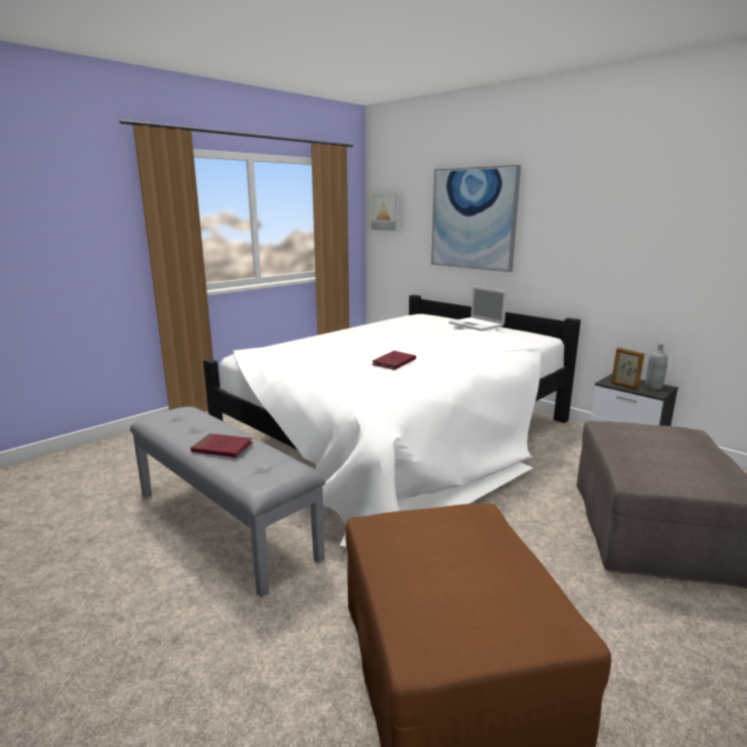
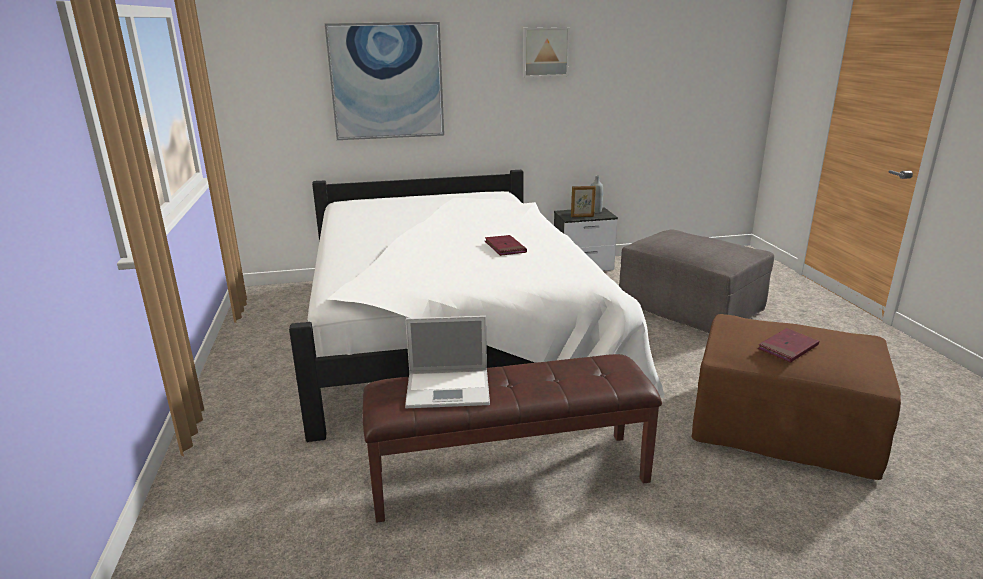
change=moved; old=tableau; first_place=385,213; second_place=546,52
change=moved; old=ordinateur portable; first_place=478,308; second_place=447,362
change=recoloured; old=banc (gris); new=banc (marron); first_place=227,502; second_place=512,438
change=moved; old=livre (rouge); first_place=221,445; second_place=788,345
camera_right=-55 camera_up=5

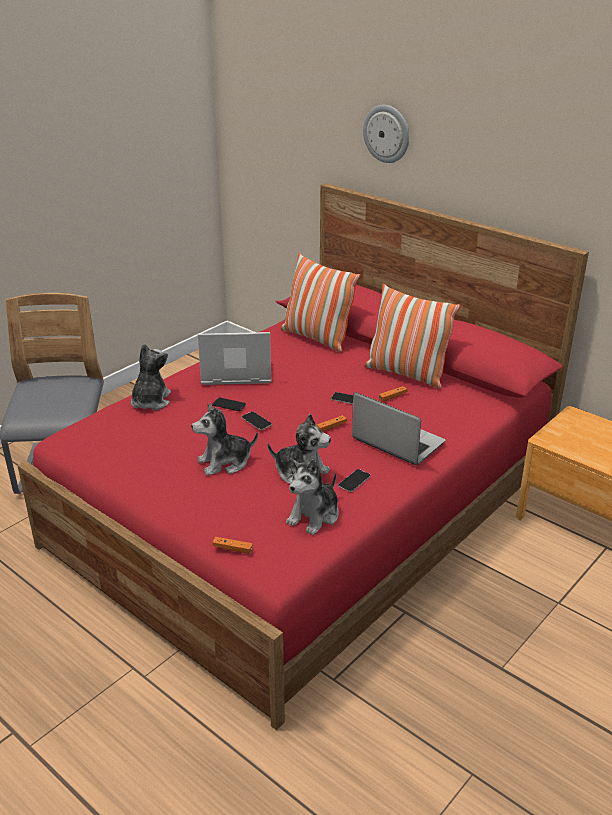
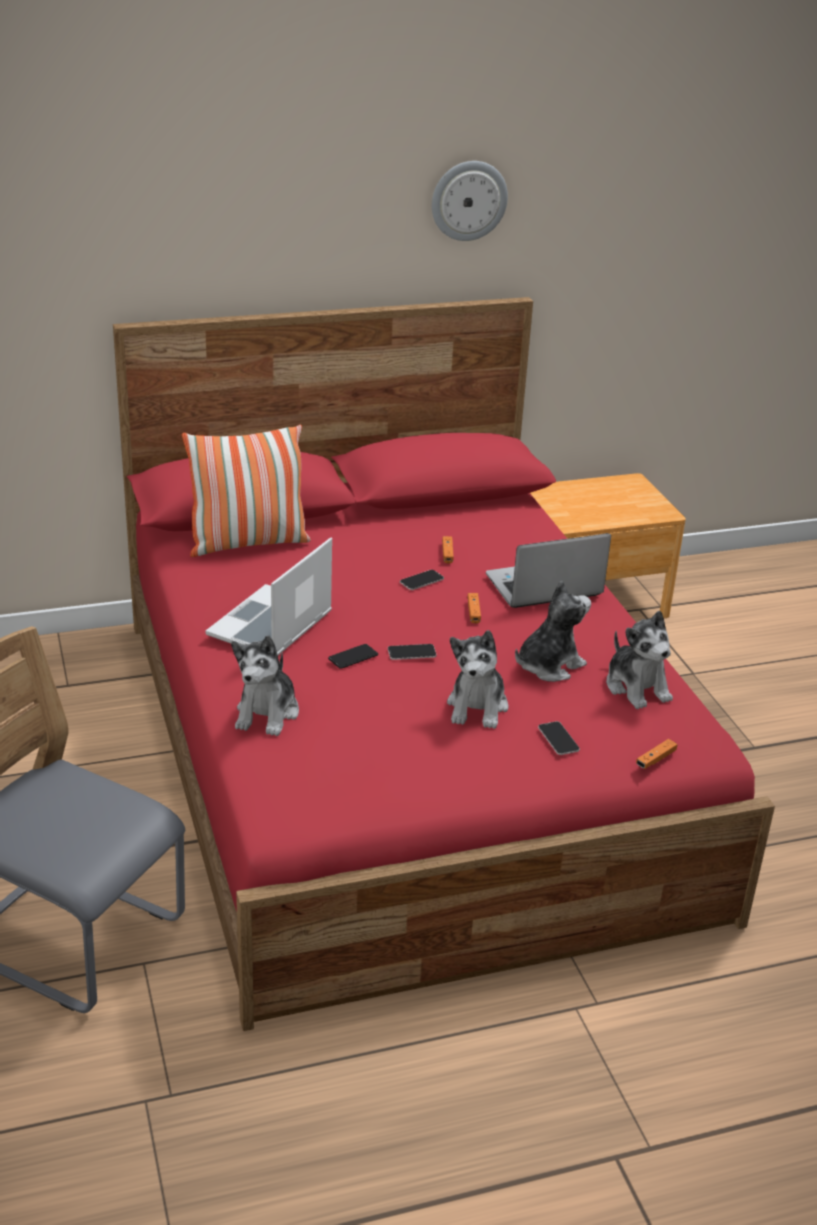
change=moved; old=horloge murale; first_place=386,134; second_place=470,201
change=removed; old=coussin; first_place=412,336
change=turned; old=peluche; first_place=151,376; second_place=265,685; degrees=-120
change=moved; old=téléphone; first_place=354,480; second_place=559,738
camera_right=-60 camera_up=0

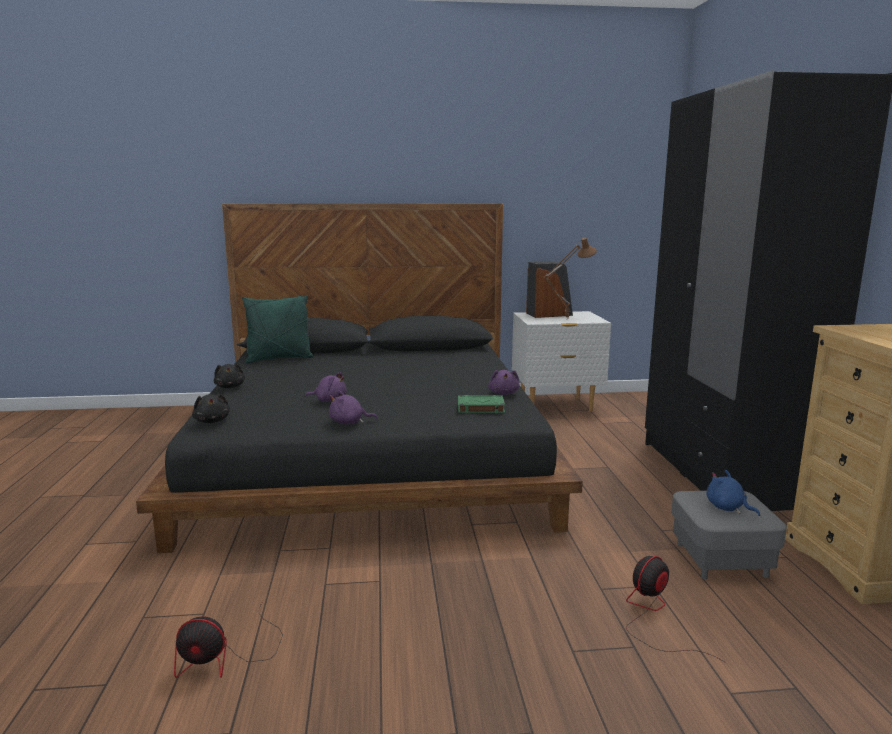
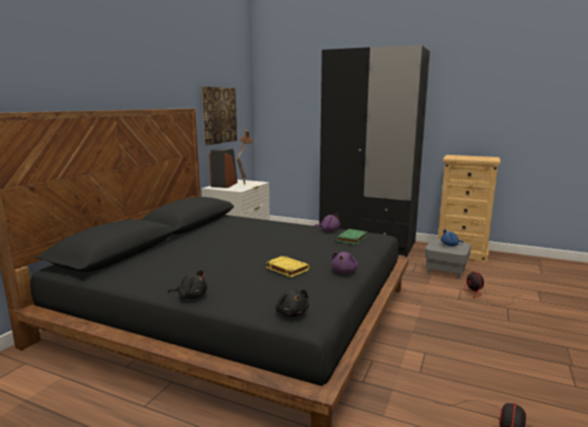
change=removed; old=coussin (vert); first_place=277,329
change=replaced; old=peluche (violet); new=livre (jaune); first_place=326,387; second_place=287,266
change=turned; old=peluche (noir); first_place=211,408; second_place=292,303; degrees=60
change=added; new=tableau; second_place=219,116
camera_right=-60 camera_up=0

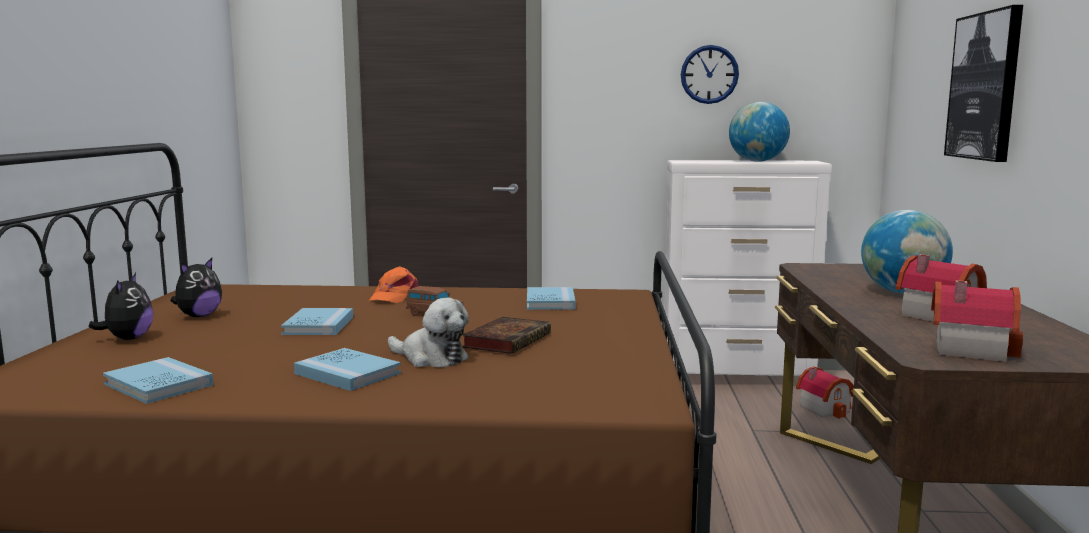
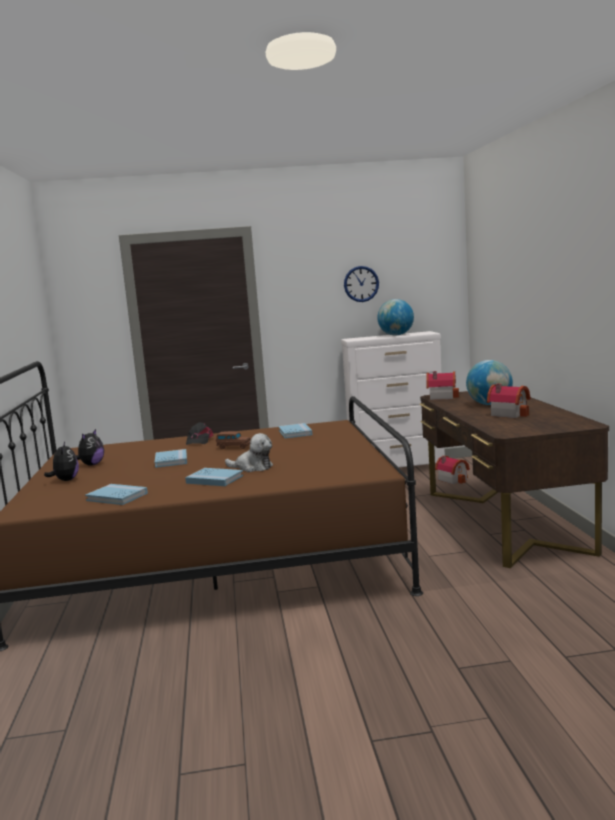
change=removed; old=tableau; first_place=983,83
change=recoloured; old=casquette (orange); new=casquette (noir); first_place=393,284; second_place=200,433
change=moved; old=maison miniature; first_place=977,321; second_place=442,385
change=removed; old=livre; first_place=506,335
camera_right=-10 camera_up=0

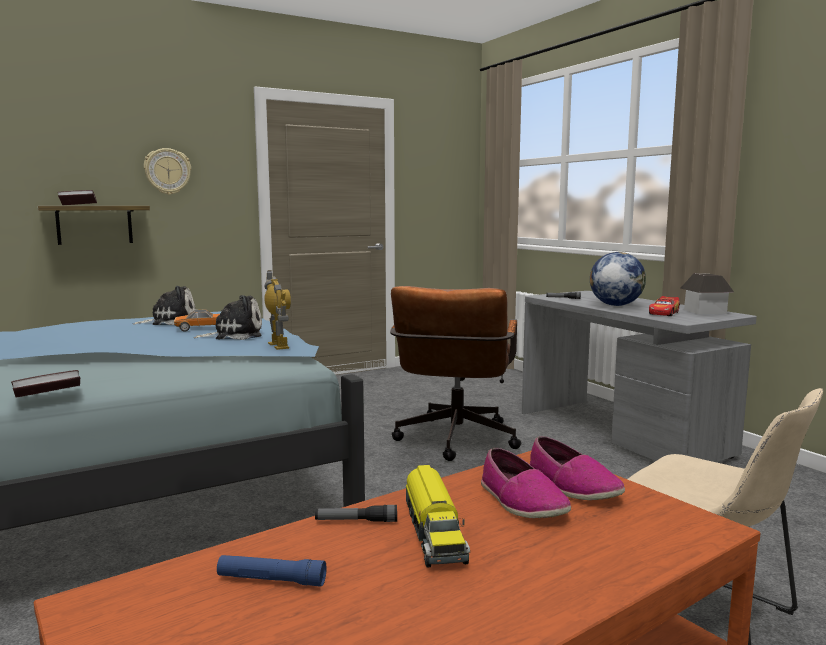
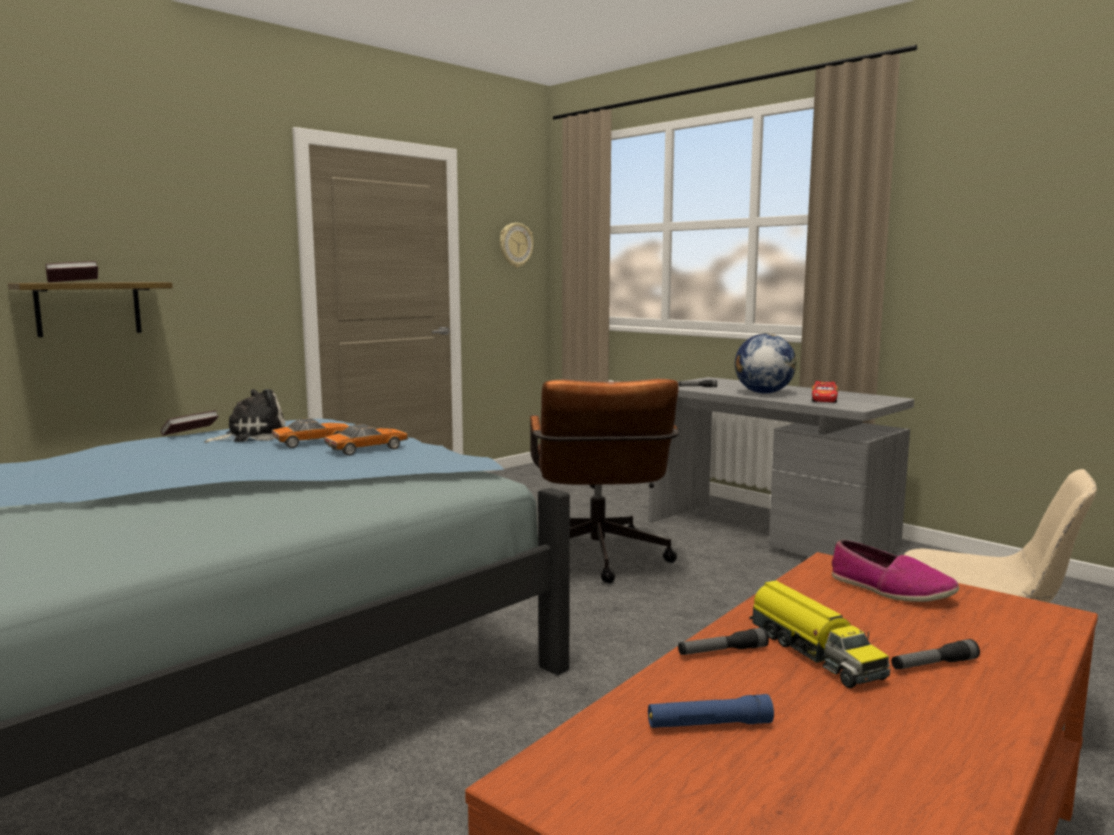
change=moved; old=horloge murale; first_place=167,171; second_place=517,245
change=removed; old=robot jouet; first_place=277,310
change=removed; old=maison miniature; first_place=708,293
change=replaced; old=peluche; new=petite voiture; first_place=228,317; second_place=366,440
change=moved; old=livre; first_place=45,384; second_place=190,422
change=removed; old=chaussure; first_place=526,483
change=added; new=lampe de poche; second_place=935,654
camera_right=-15 camera_up=0

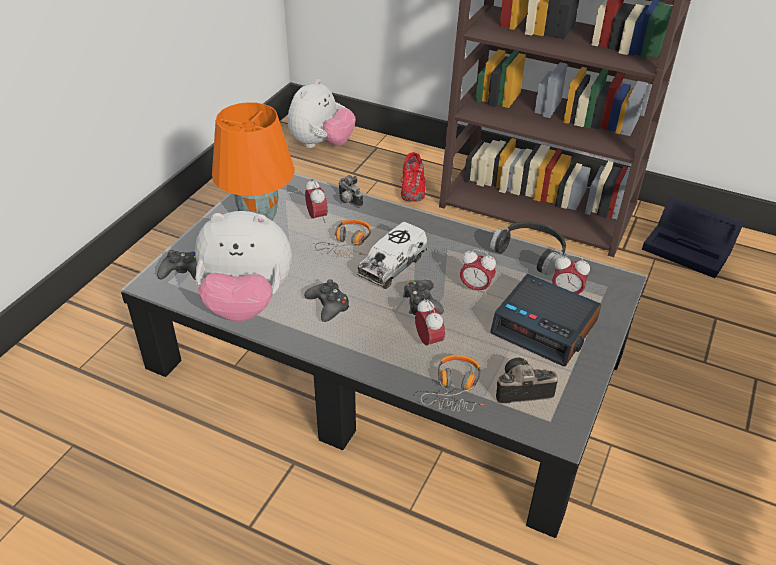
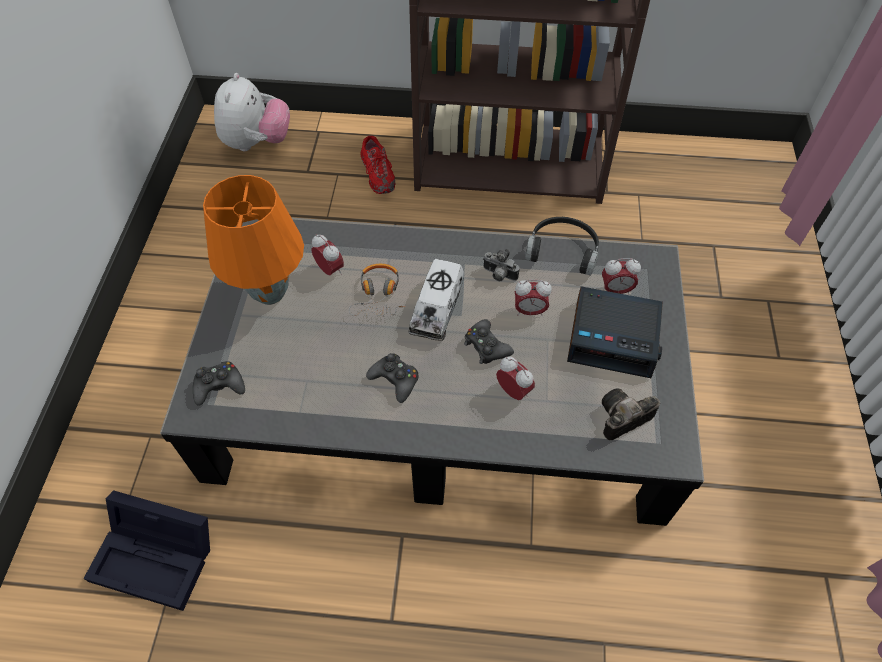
change=moved; old=appareil photo; first_place=350,191; second_place=501,265
change=moved; old=boîte de rangement (noir); first_place=693,237; second_place=146,550
change=removed; old=peluche; first_place=243,266
change=removed; old=casque audio; first_place=453,383
camera_right=-20 camera_up=15

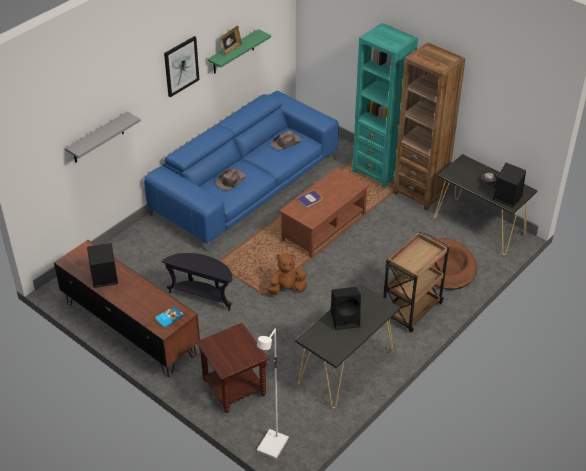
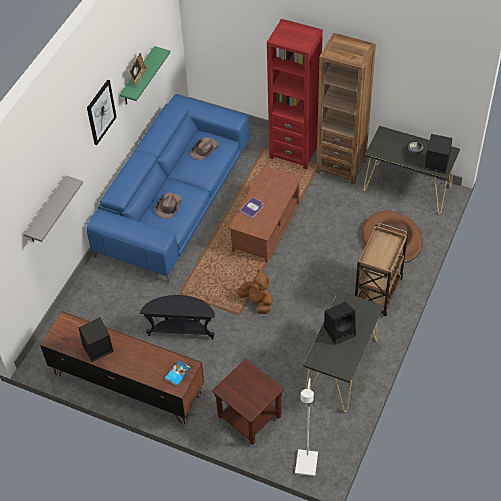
change=recoloured; old=bibliothèque (turquoise); new=bibliothèque (rouge); first_place=385,105; second_place=295,94
change=turned; old=peluche (marron); first_place=287,274; second_place=255,292; degrees=75
camera_right=-15 camera_up=10

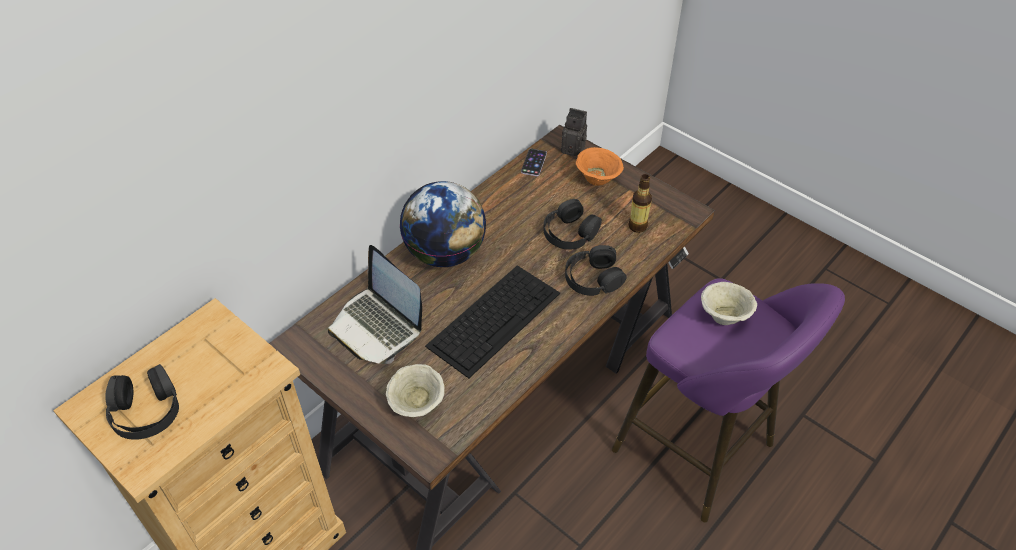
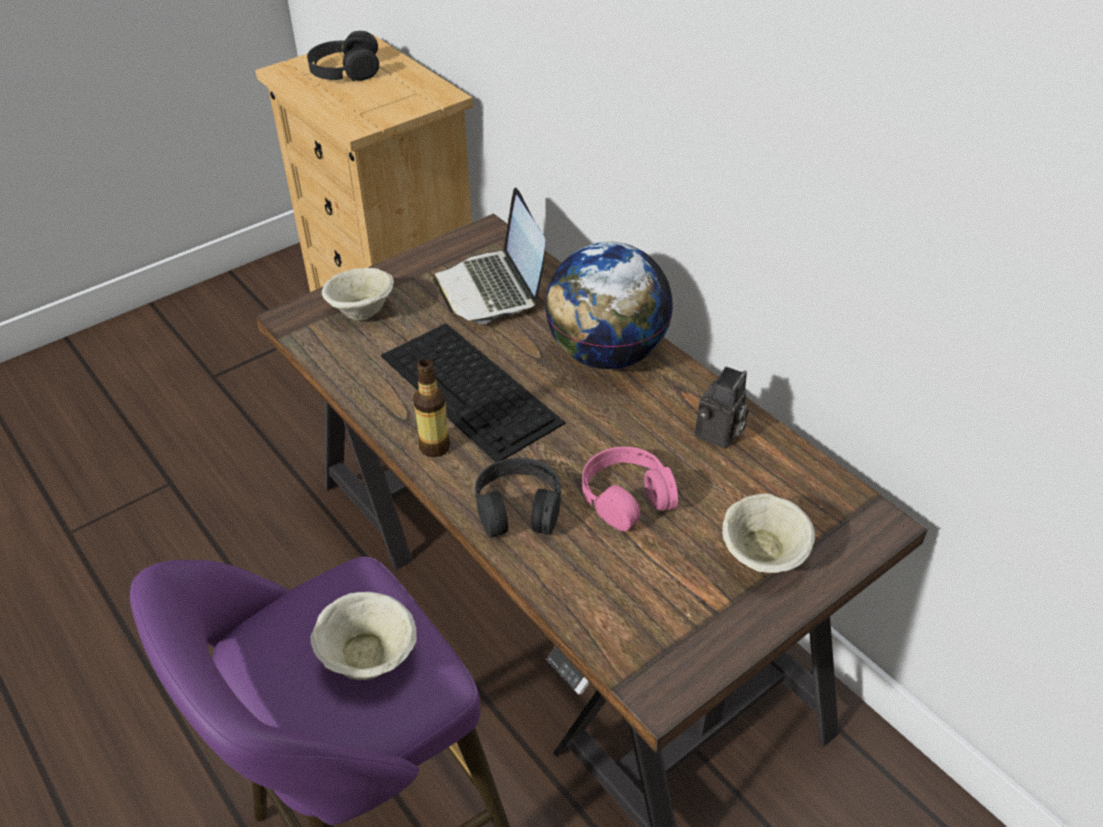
change=moved; old=appareil photo; first_place=574,132; second_place=722,407
change=recoloured; old=bol (orange); new=bol (beige); first_place=600,166; second_place=768,533
change=removed; old=téléphone; first_place=534,162
change=moved; old=bouteille; first_place=640,203; second_place=431,408
change=recoloured; old=casque audio (noir); new=casque audio (rose); first_place=573,224; second_place=630,489
change=turned; old=ordinateur portable; first_place=375,304; second_place=489,256; degrees=-75
camera_right=100 camera_up=-5

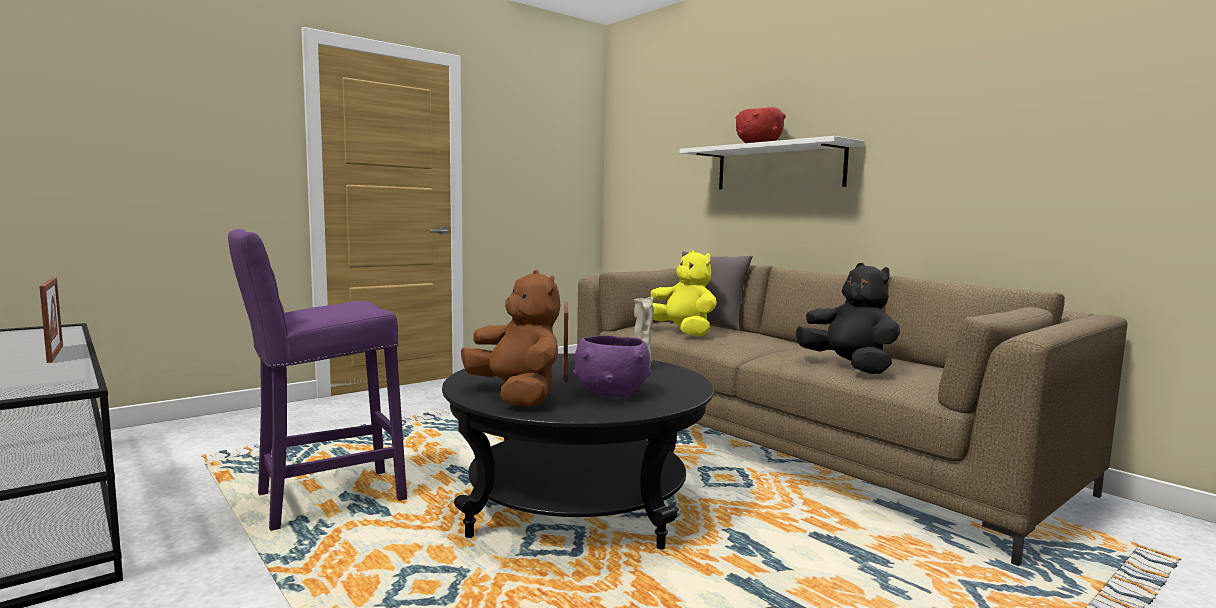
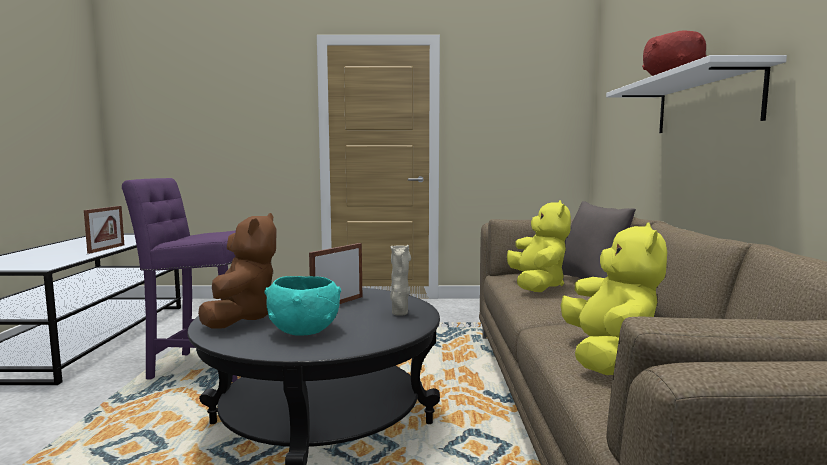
change=recoloured; old=peluche (noir); new=peluche (jaune); first_place=848,318; second_place=614,298
change=recoloured; old=bol (violet); new=bol (turquoise); first_place=612,366; second_place=303,306
camera_right=40 camera_up=0

